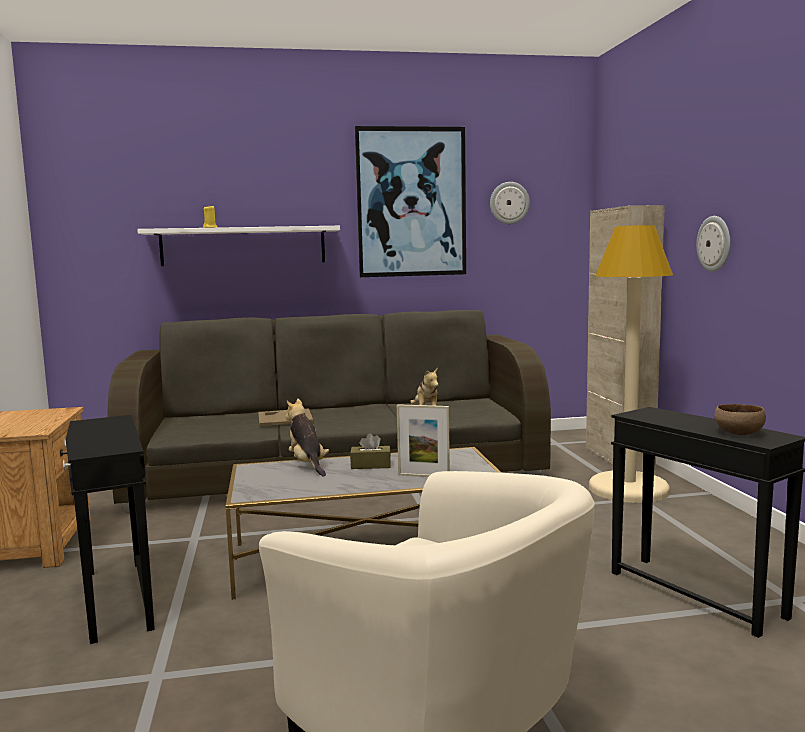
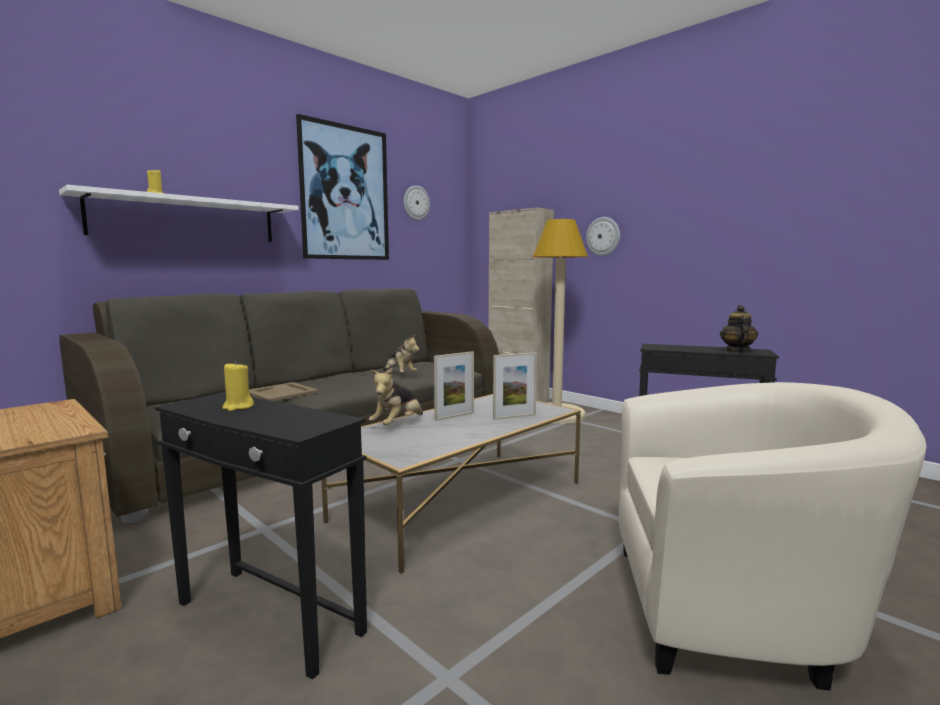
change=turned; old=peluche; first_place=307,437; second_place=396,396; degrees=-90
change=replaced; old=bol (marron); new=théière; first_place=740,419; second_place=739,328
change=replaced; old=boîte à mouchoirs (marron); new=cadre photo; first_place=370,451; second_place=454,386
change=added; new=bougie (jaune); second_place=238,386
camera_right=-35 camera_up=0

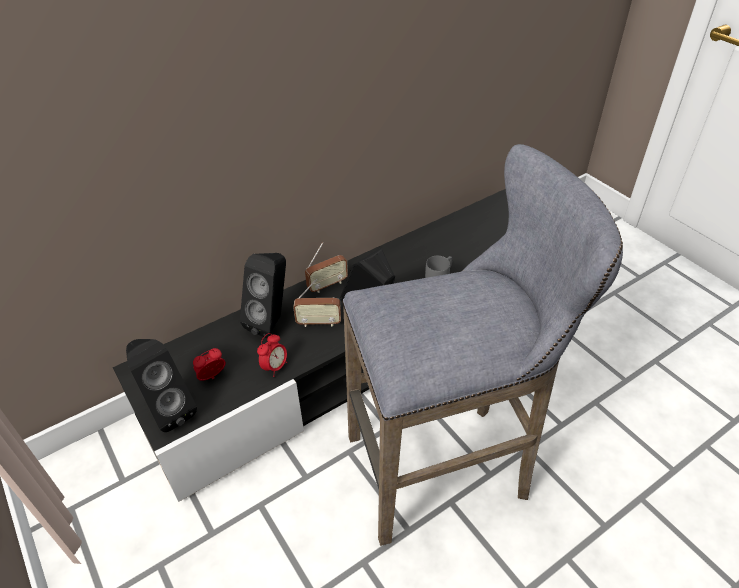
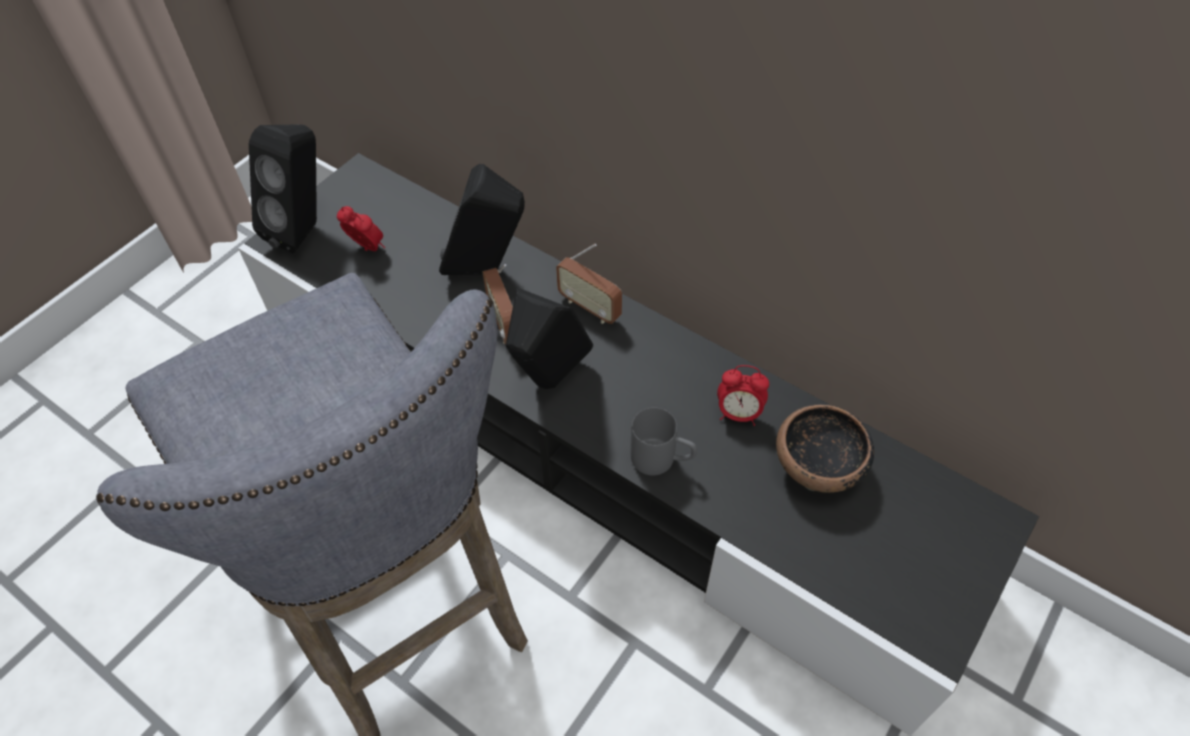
change=moved; old=réveil; first_place=272,355; second_place=743,395
change=added; new=bol; second_place=825,448
camera_right=70 camera_up=10

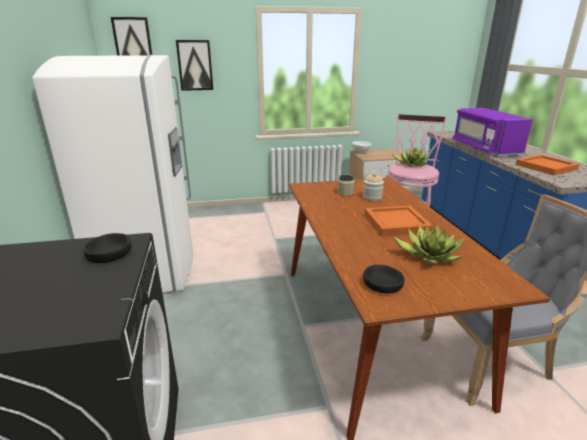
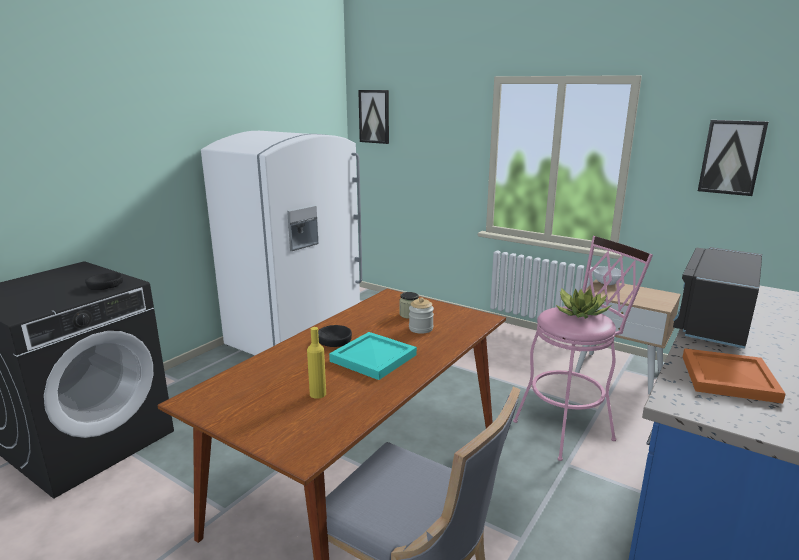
change=moved; old=tableau; first_place=194,65; second_place=733,158
change=recoloured; old=micro-ondes (violet); new=micro-ondes (noir); first_place=492,132; second_place=717,298
change=recoloured; old=plateau (orange); new=plateau (turquoise); first_place=398,221; second_place=373,356
change=replaced; old=plante en pot; new=bouteille (jaune); first_place=429,244; second_place=316,363
change=moved; old=bol (noir); first_place=384,279; second_place=335,336
camera_right=45 camera_up=-5

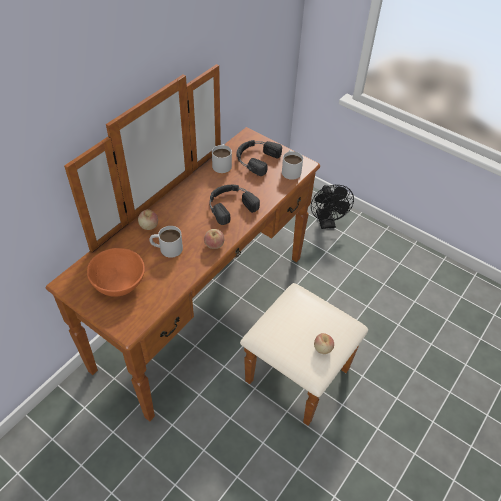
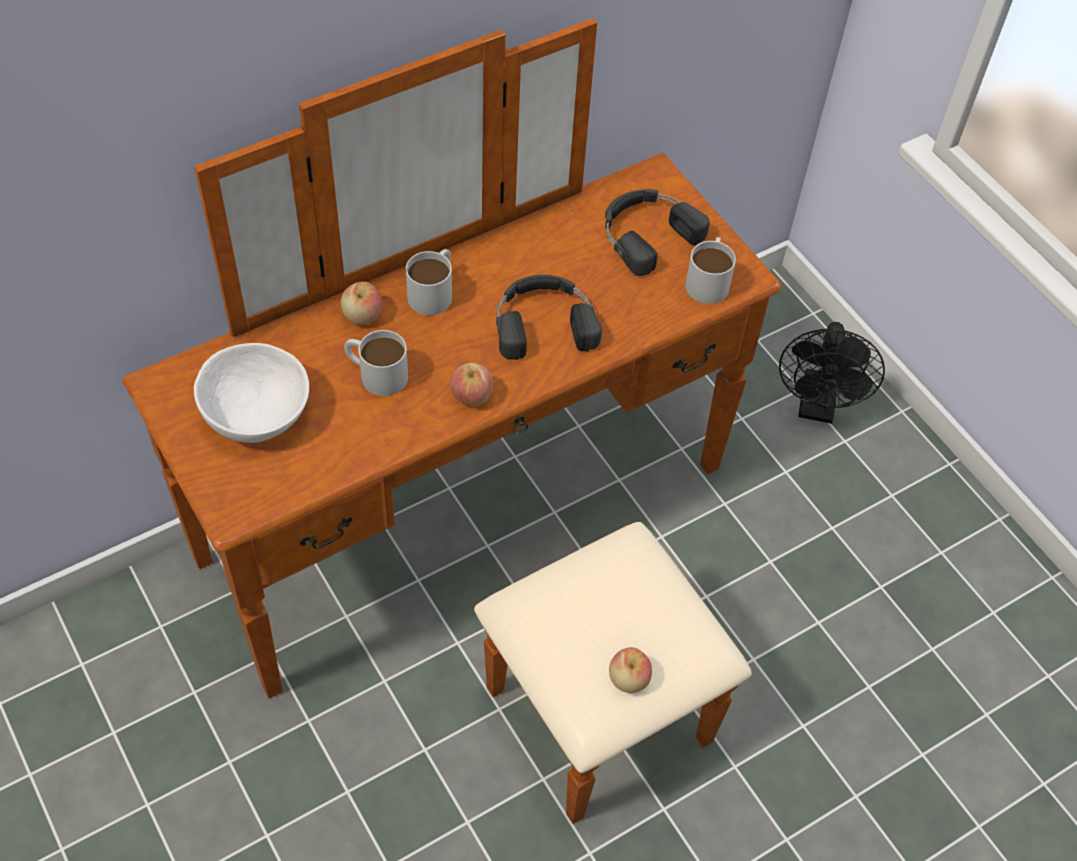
change=moved; old=mug (blanc); first_place=222,158; second_place=429,282
change=recoloured; old=bol (orange); new=bol (blanc); first_place=116,272; second_place=251,393
camera_right=20 camera_up=5

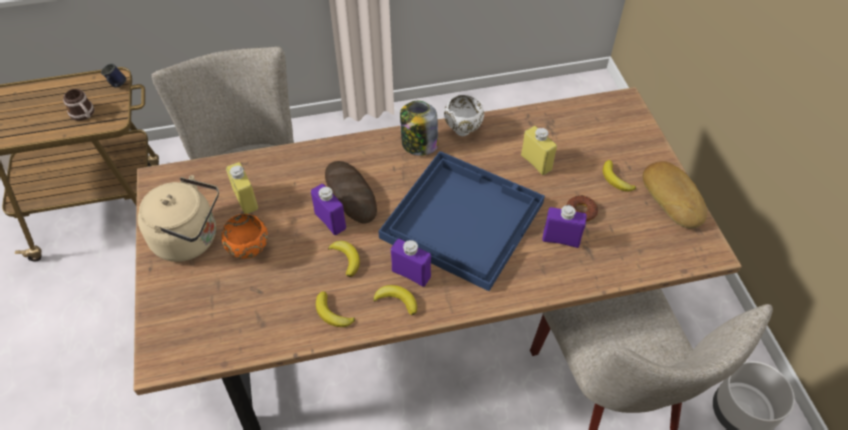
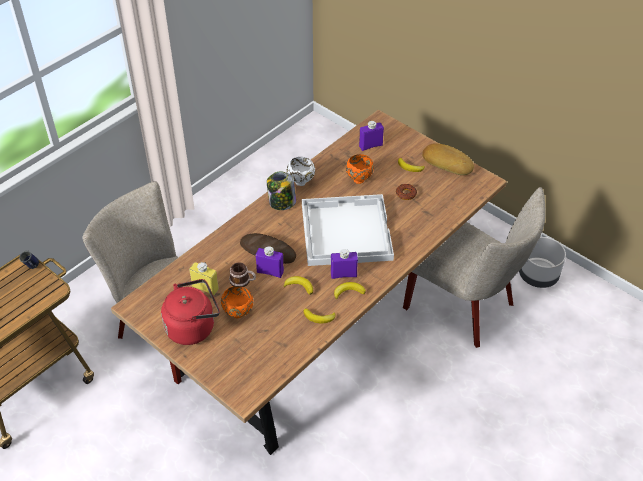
change=moved; old=mug; first_place=78,105; second_place=242,274
change=replaced; old=bouteille (jaune); new=bol (orange); first_place=539,150; second_place=360,169
change=recoloured; old=plateau (bleu); new=plateau (blanc); first_place=461,221; second_place=348,230
change=recoloured; old=bouilloire (beige); new=bouilloire (rouge); first_place=178,218; second_place=190,312
change=moved; old=bouteille (violet); first_place=564,226; second_place=371,136
camera_right=-35 camera_up=-5

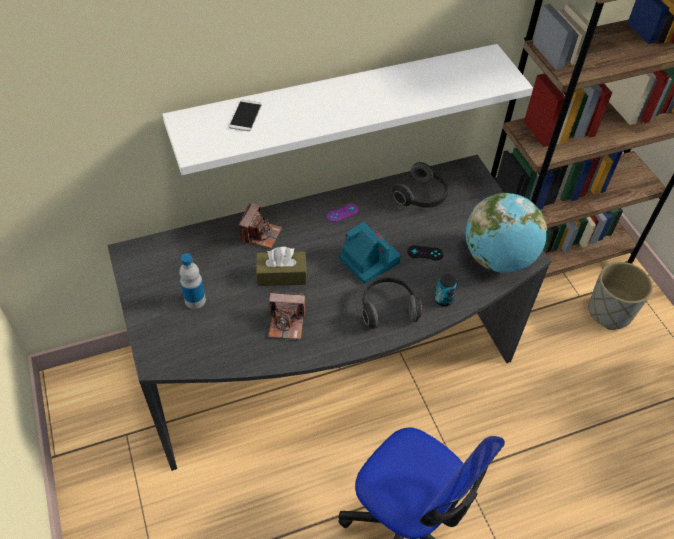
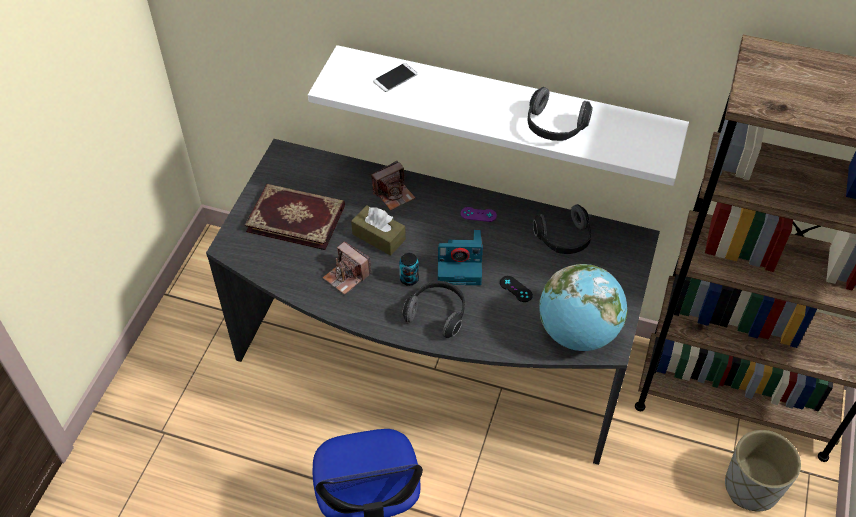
change=turned; old=appareil photo; first_place=370,253; second_place=460,257; degrees=90
change=replaced; old=bouteille; new=livre; first_place=192,281; second_place=295,217
change=moved; old=boîte métallique; first_place=445,290; second_place=409,269
change=added; new=casque audio; second_place=560,114
camera_right=40 camera_up=0

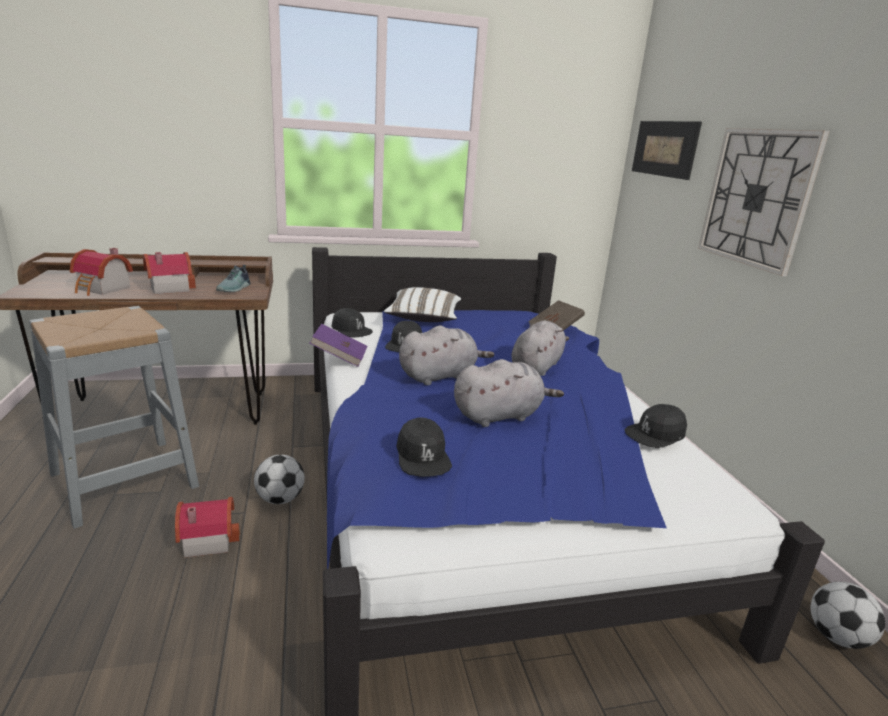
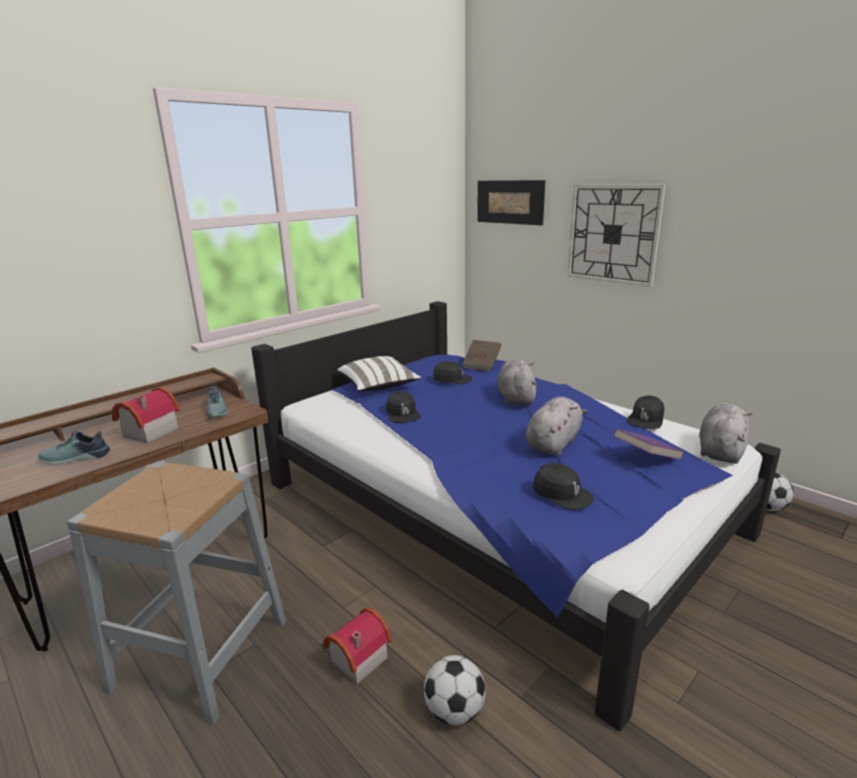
change=replaced; old=maison miniature; new=chaussure; first_place=101,272; second_place=74,447
change=moved; old=casquette (noir); first_place=352,323; second_place=452,372
change=moved; old=livre (violet); first_place=338,345; second_place=649,444
change=moved; old=peluche (gris); first_place=446,355; second_place=726,433
change=moved; old=ballon de foot; first_place=279,479; second_place=455,690
camera_right=-30 camera_up=0

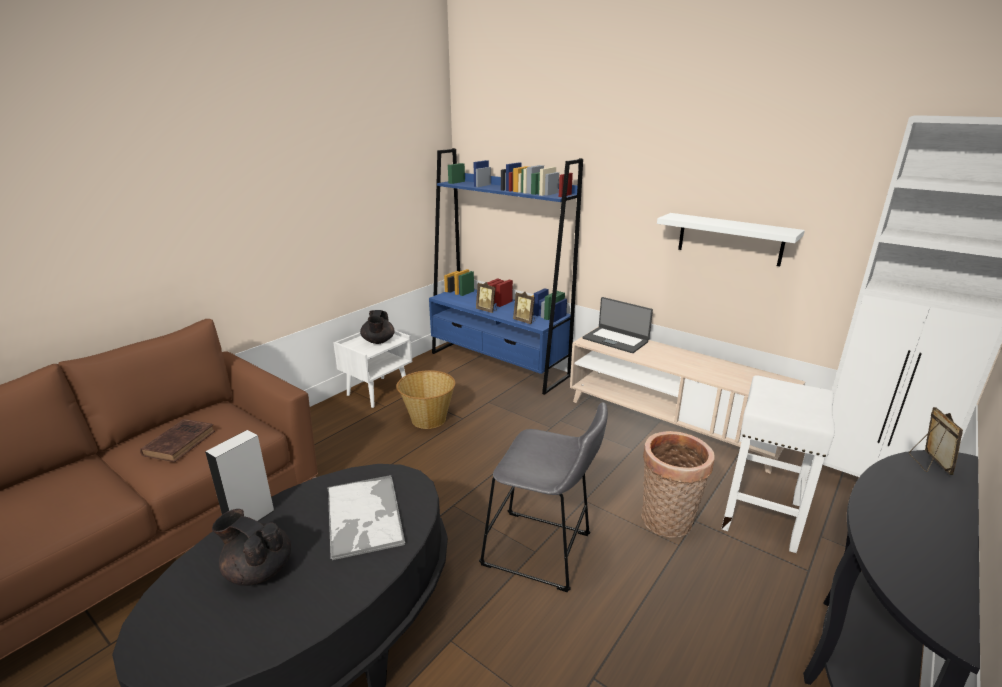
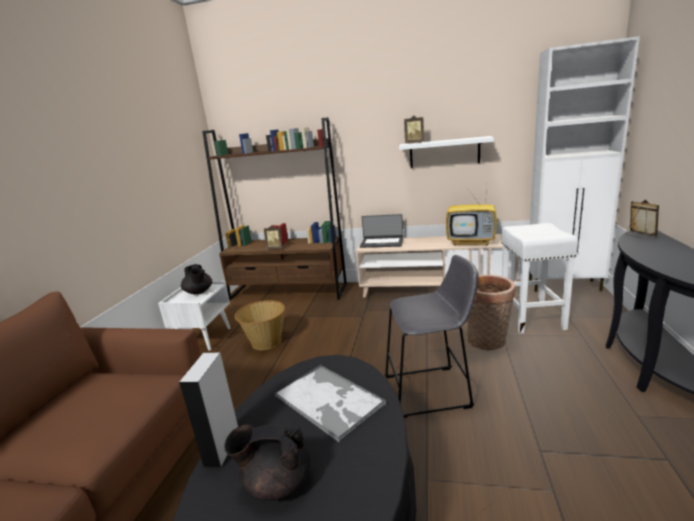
change=recoloured; old=bibliothèque (bleu); new=bibliothèque (marron); first_place=506,271; second_place=274,208
change=moved; old=cadre photo; first_place=524,308; second_place=414,129
change=removed; old=livre (marron); first_place=177,440
change=added; new=téléviseur; second_place=471,212
camera_right=-25 camera_up=-5

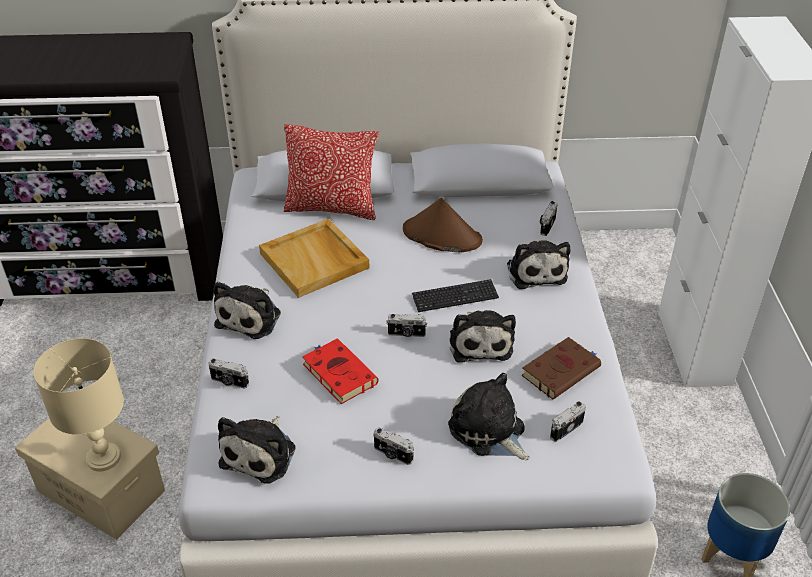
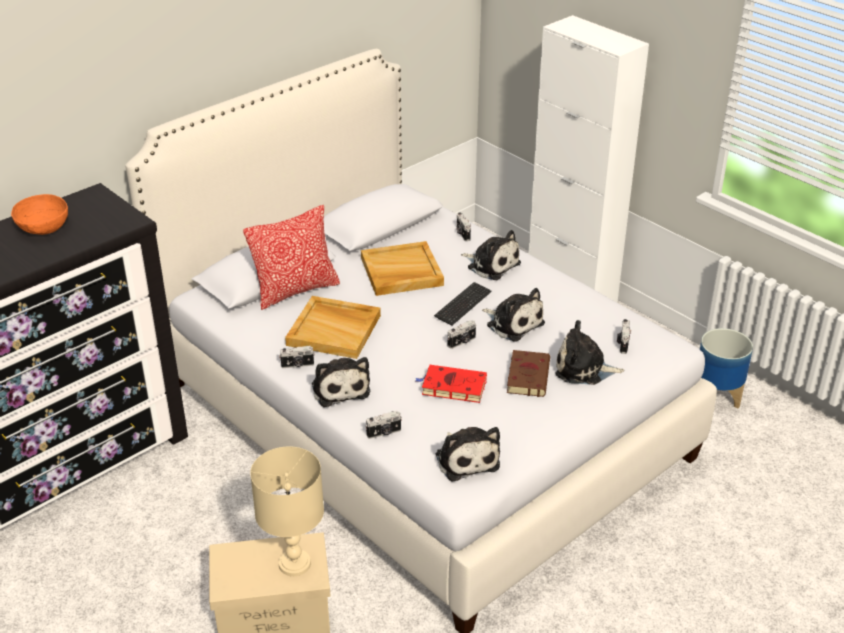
change=replaced; old=chapeau (marron); new=plateau (beige); first_place=443,225; second_place=402,268
change=moved; old=livre (marron); first_place=561,368; second_place=528,373
change=moved; old=appareil photo; first_place=394,446; second_place=297,357
change=added; new=bol (orange); second_place=39,214
camera_right=-40 camera_up=-5

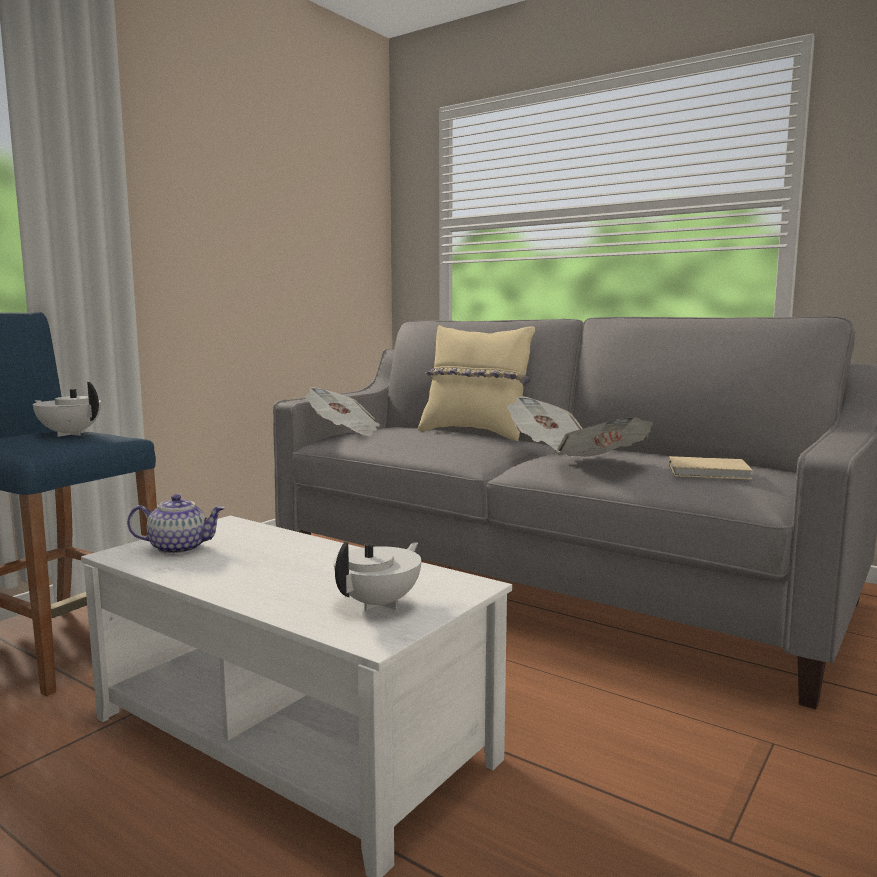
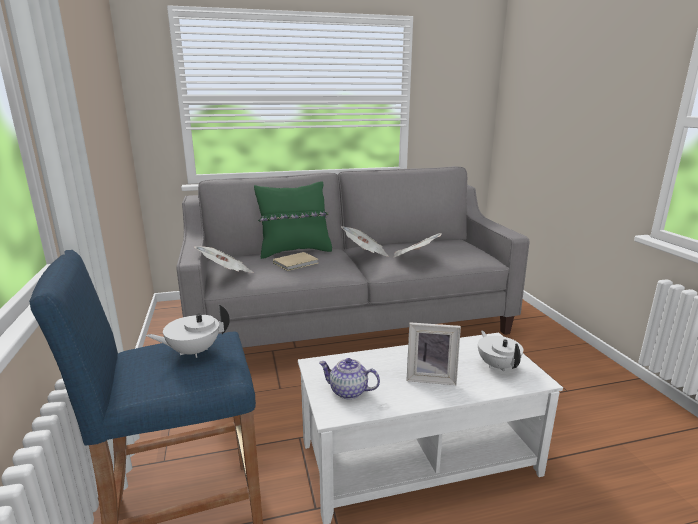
change=recoloured; old=coussin (beige); new=coussin (vert); first_place=476,383; second_place=293,220
change=moved; old=livre (beige); first_place=711,468; second_place=295,261
change=turned; old=théière; first_place=176,524; second_place=349,378; degrees=-105
change=added; new=cadre photo; second_place=433,353
camera_right=-50 camera_up=10

